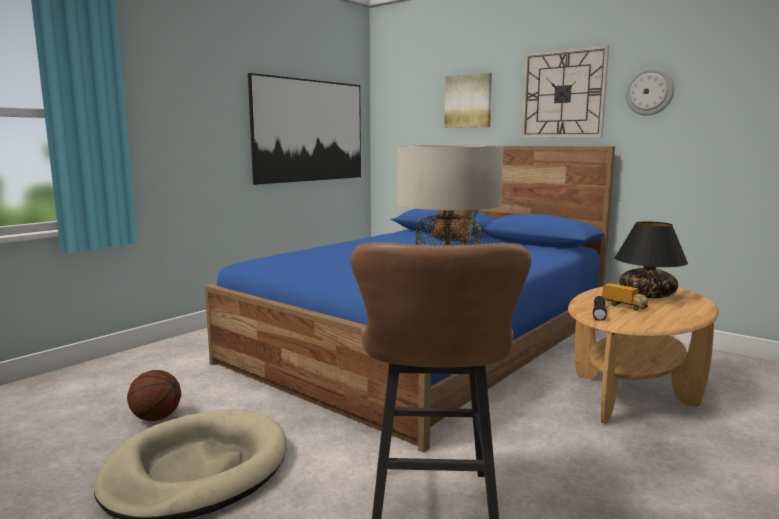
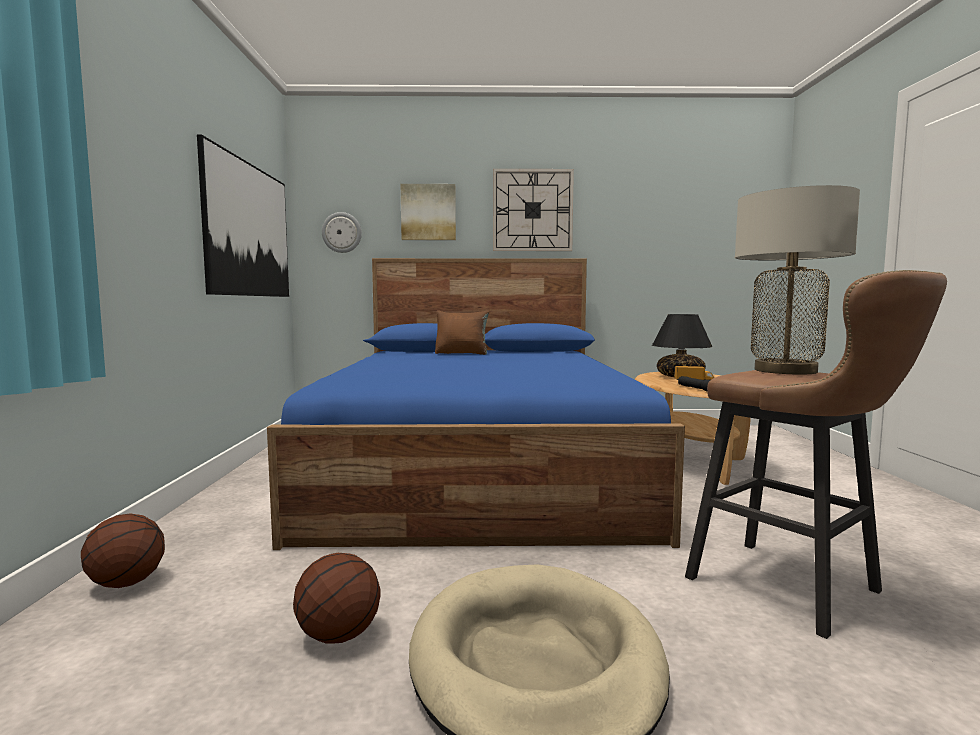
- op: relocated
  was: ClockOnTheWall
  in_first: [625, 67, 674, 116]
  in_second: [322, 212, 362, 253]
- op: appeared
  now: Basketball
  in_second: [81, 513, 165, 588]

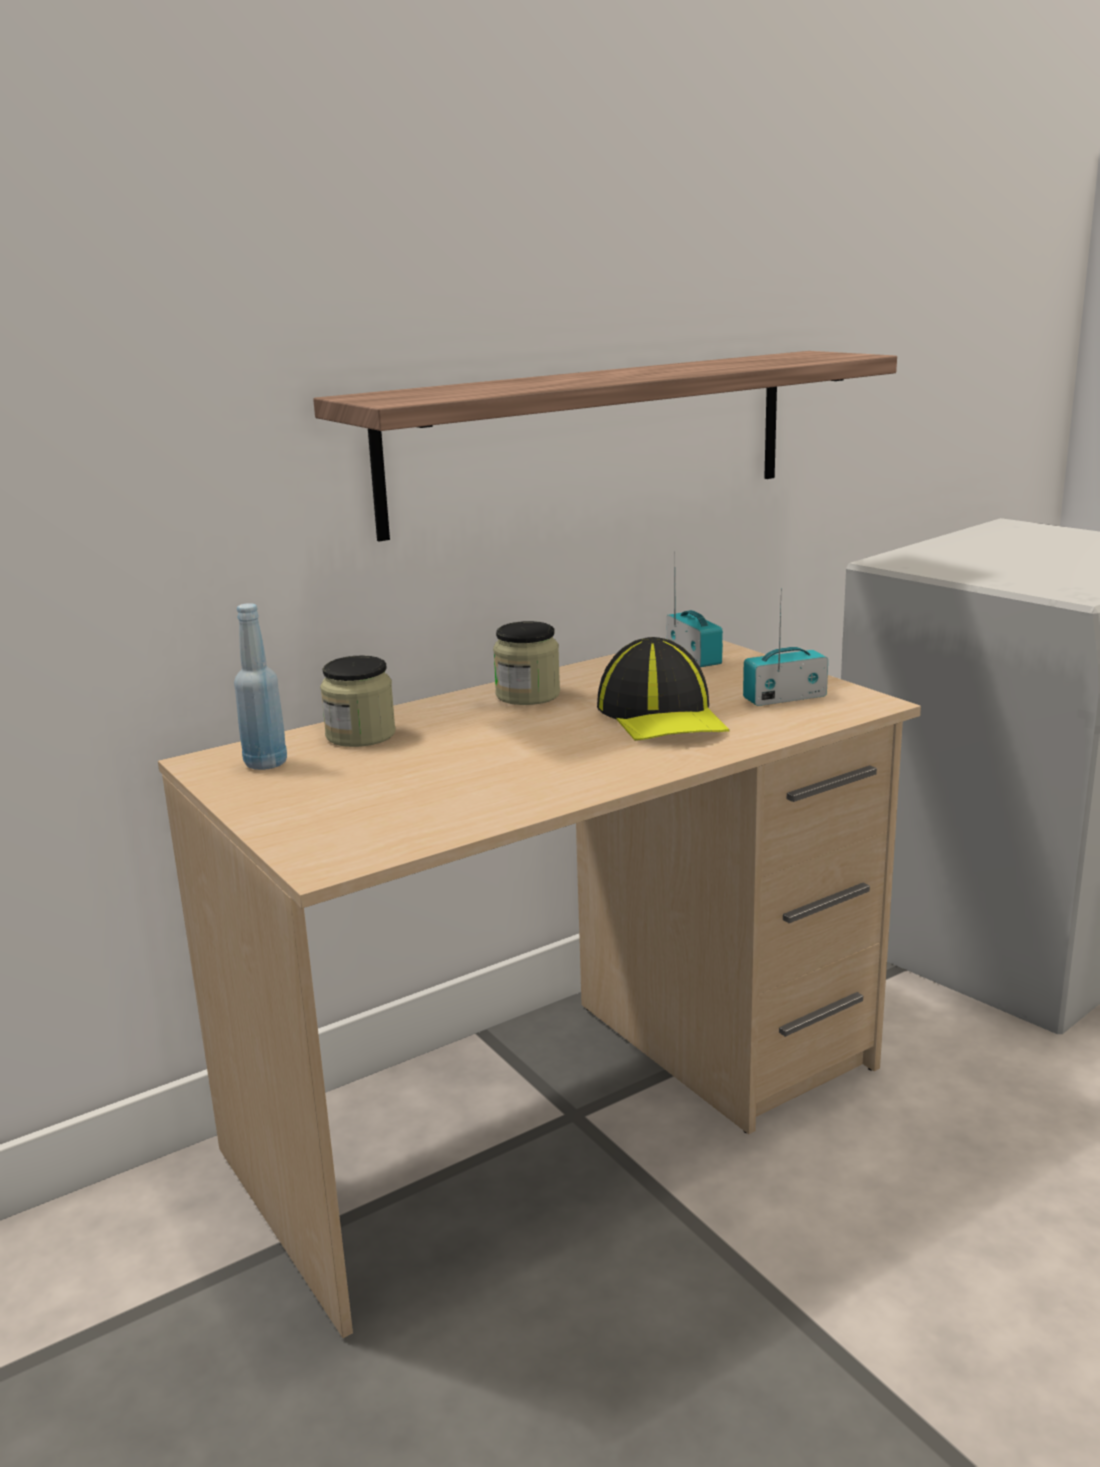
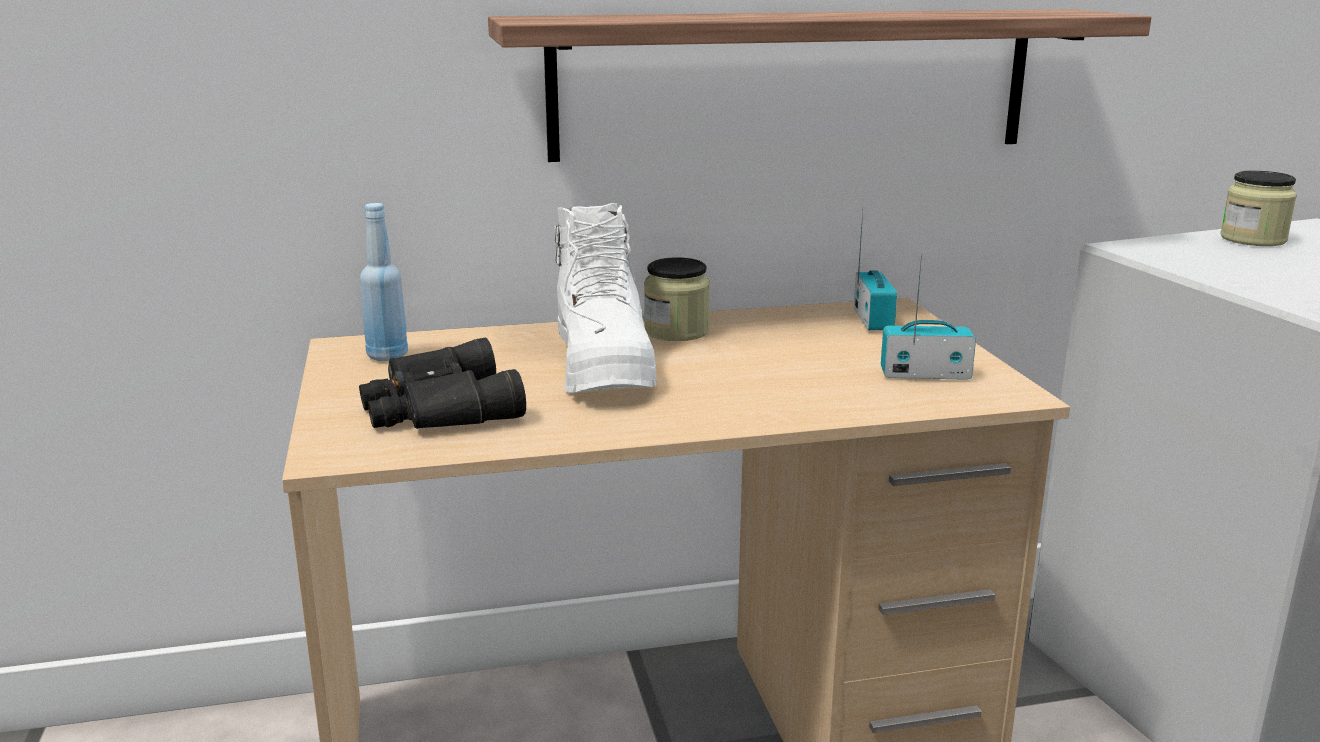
- op: relocated
  was: Jar
  in_first: [320, 655, 396, 747]
  in_second: [1220, 171, 1297, 246]
- op: missing
  was: BaseballCap
  in_first: [597, 637, 729, 741]
- op: appeared
  now: BlackColouredFieldGlasses
  in_second: [359, 337, 526, 429]
- op: appeared
  now: WhitishHighTopBoot
  in_second: [554, 203, 658, 393]

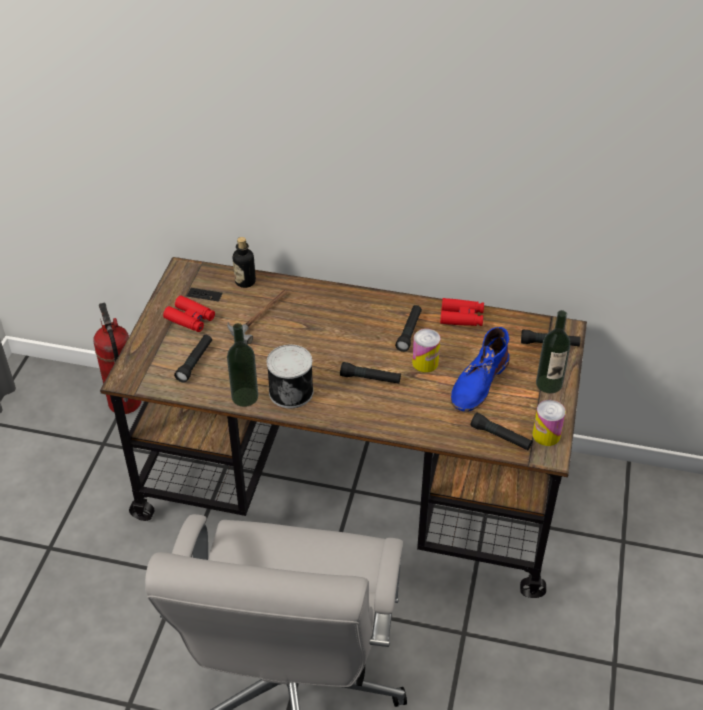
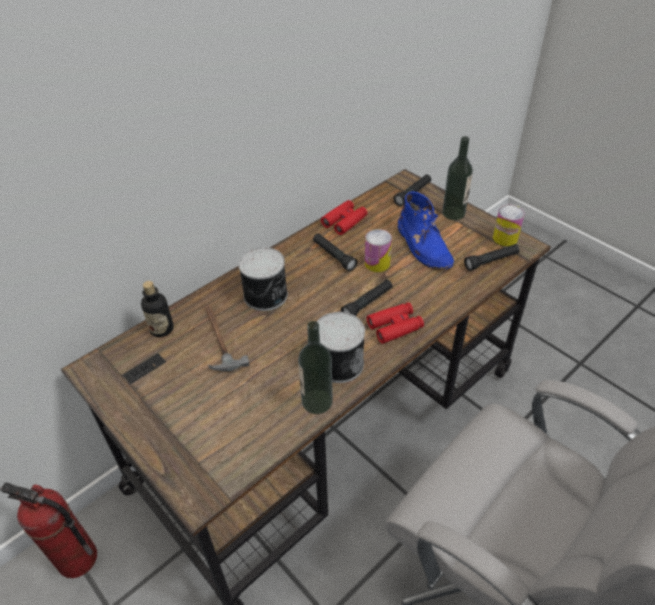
- op: relocated
  was: RedColouredFieldGlasses
  in_first: [163, 295, 215, 332]
  in_second: [367, 302, 424, 344]
- op: missing
  was: BlackColouredTorch
  in_first: [174, 335, 212, 383]
- op: appeared
  now: MetalCan
  in_second: [238, 247, 288, 311]

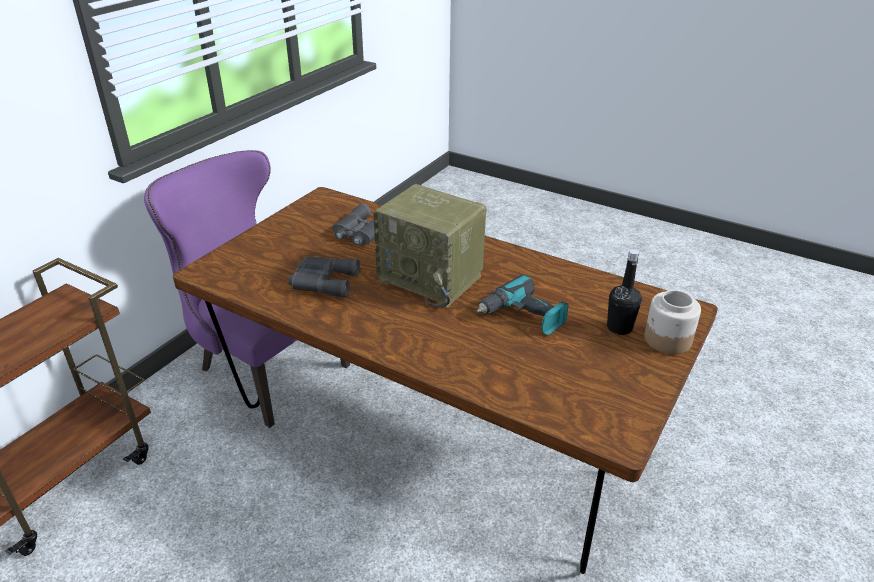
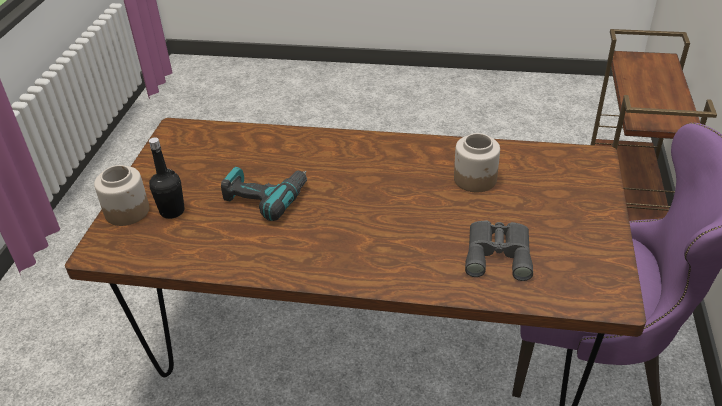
- op: exchanged
  was: GreyFieldGlasses
  now: Jar
  in_first: [289, 256, 360, 297]
  in_second: [454, 133, 500, 192]
- op: missing
  was: Radio
  in_first: [373, 184, 486, 308]

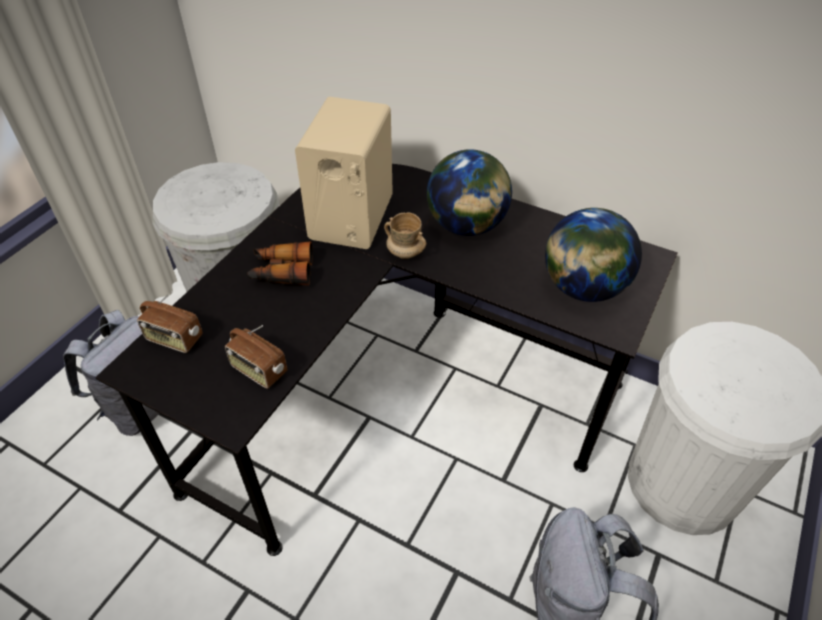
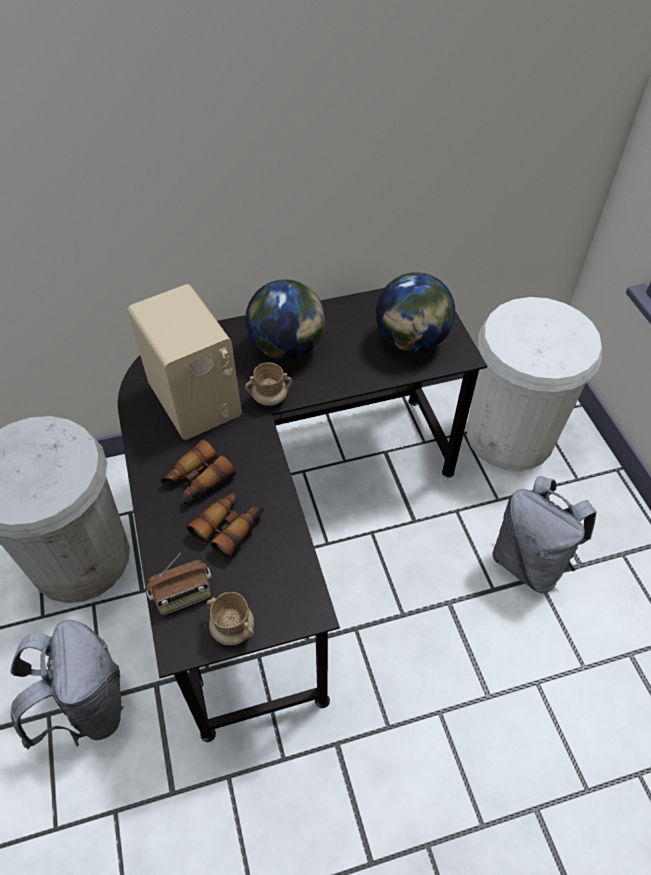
- op: missing
  was: Radio
  in_first: [225, 325, 288, 389]
- op: appeared
  now: FieldGlasses
  in_second: [186, 488, 264, 560]
- op: appeared
  now: BeigeMug
  in_second: [206, 592, 254, 645]

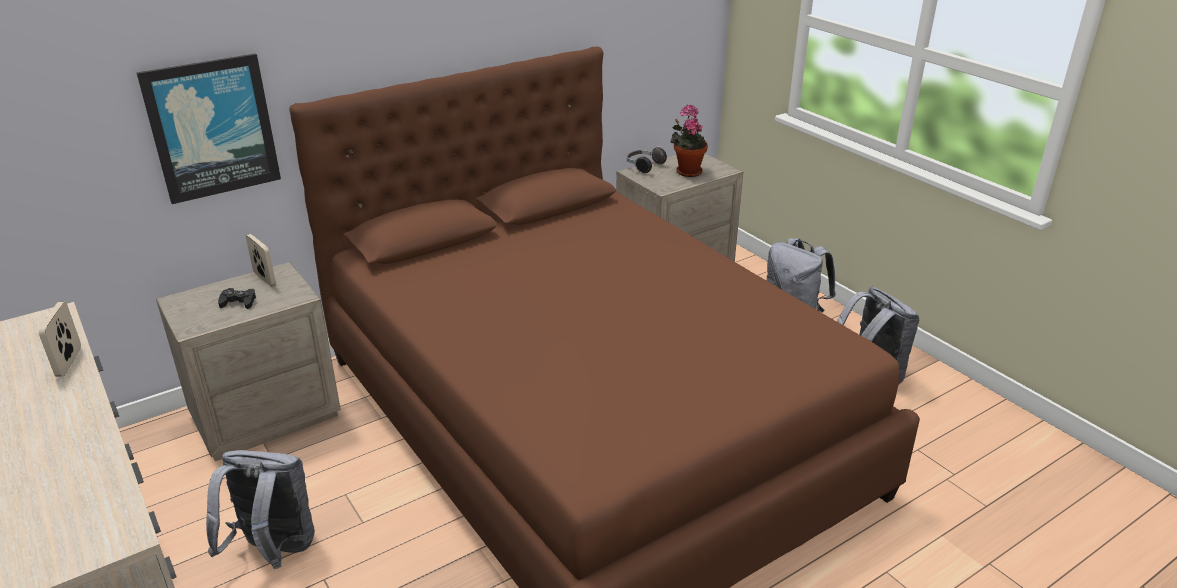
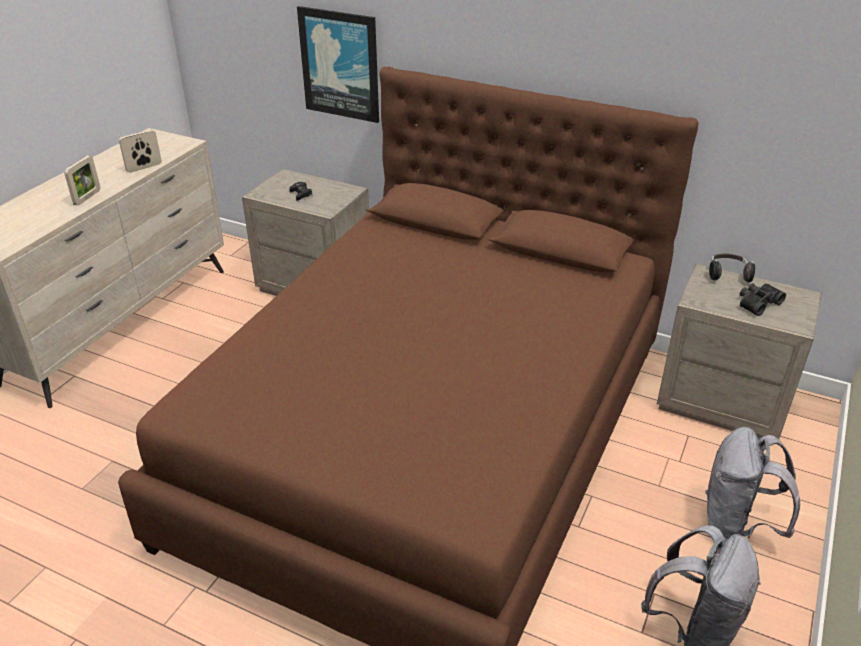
- op: missing
  was: GreyKnapsack
  in_first: [206, 450, 315, 569]
- op: relocated
  was: PictureFrame
  in_first: [246, 234, 276, 287]
  in_second: [64, 156, 100, 206]
- op: exchanged
  was: Houseplant
  now: BlackColouredFieldGlasses
  in_first: [670, 105, 708, 177]
  in_second: [740, 283, 786, 316]

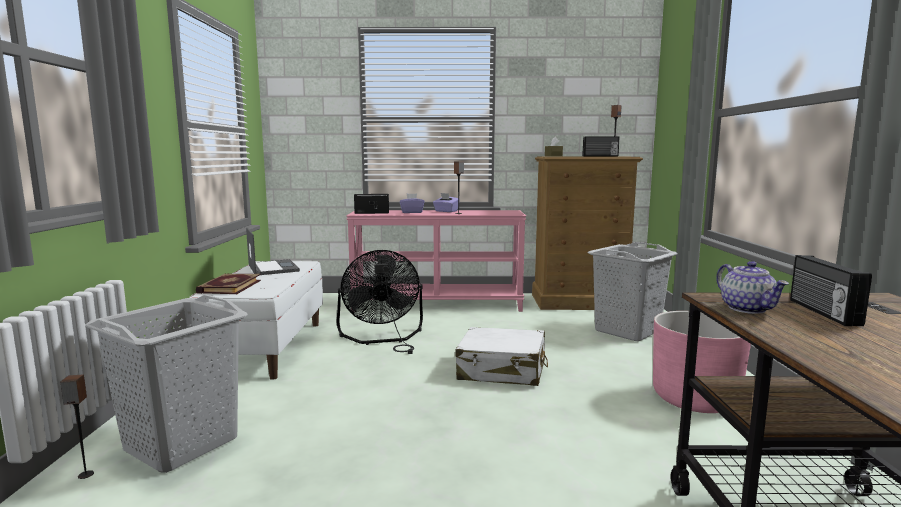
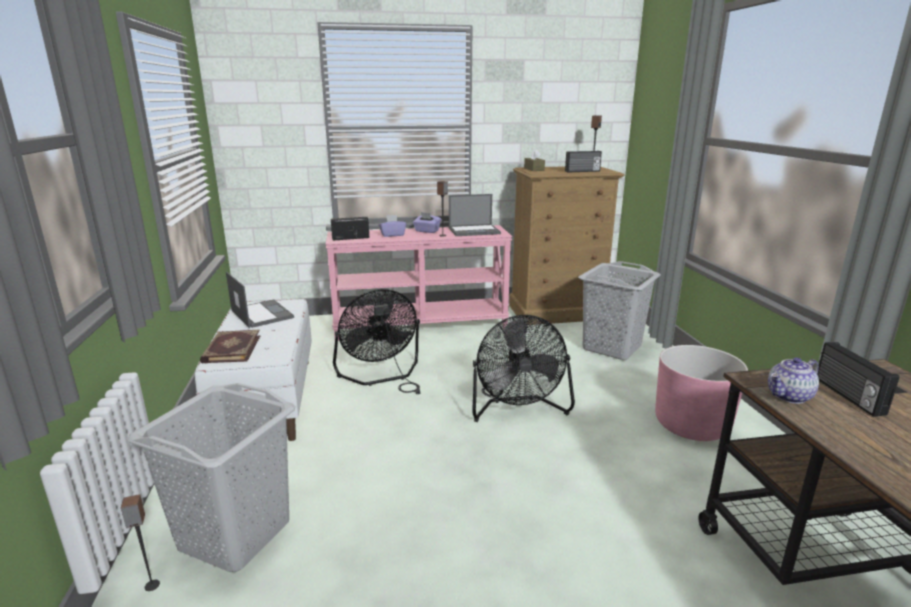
- op: exchanged
  was: WhitishSuitcase
  now: BlackColouredCoolingFan
  in_first: [455, 327, 548, 386]
  in_second: [472, 315, 575, 422]
- op: spun
  was: TeaPot
  in_first: [716, 261, 789, 314]
  in_second: [768, 357, 819, 404]
  clockwise: 90
- op: appeared
  now: NotebookComputer
  in_second: [449, 194, 501, 236]

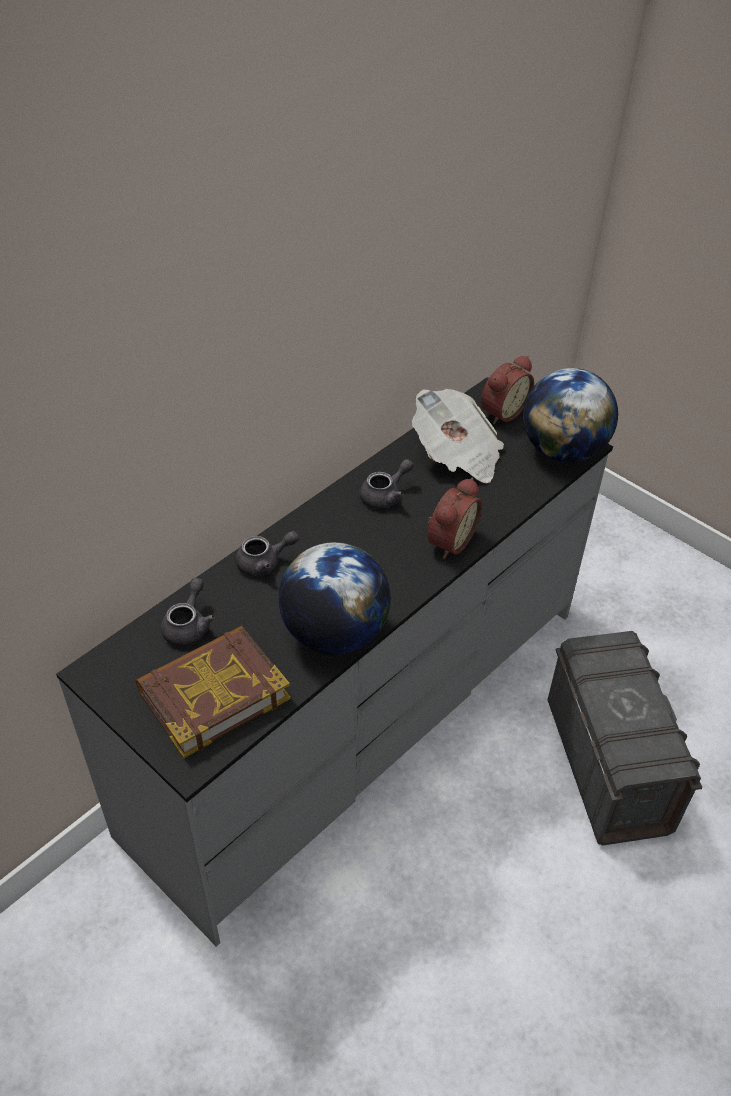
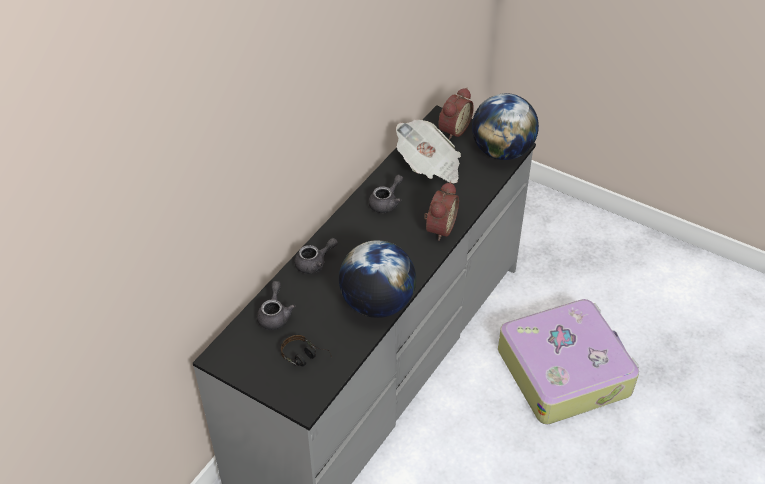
- op: exchanged
  was: BoundBook
  now: PairOfHeadphones
  in_first: [136, 626, 290, 759]
  in_second: [281, 335, 332, 366]
- op: exchanged
  was: GreyStorageContainer
  now: Suitcase
  in_first: [548, 631, 702, 846]
  in_second: [498, 299, 639, 424]

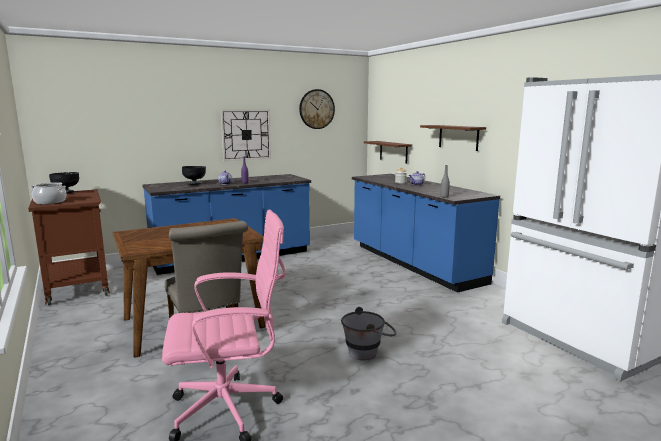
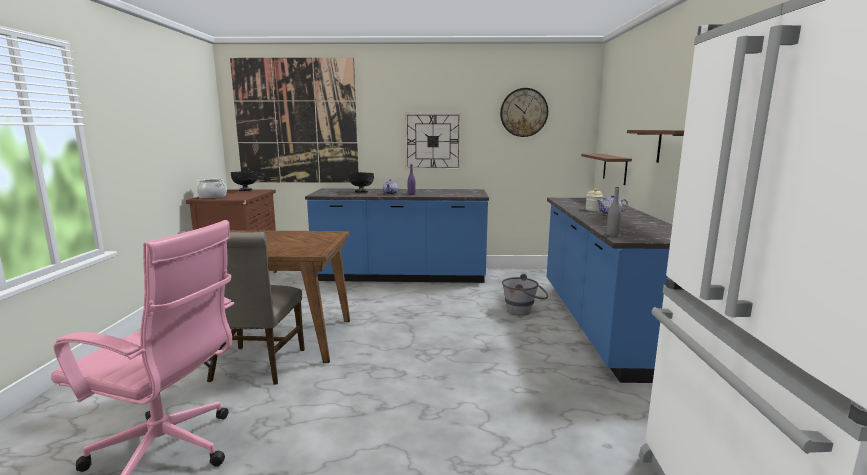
- op: relocated
  was: GreyBucket
  in_first: [341, 307, 396, 360]
  in_second: [502, 274, 548, 315]
- op: appeared
  now: Picture
  in_second: [230, 58, 358, 183]

